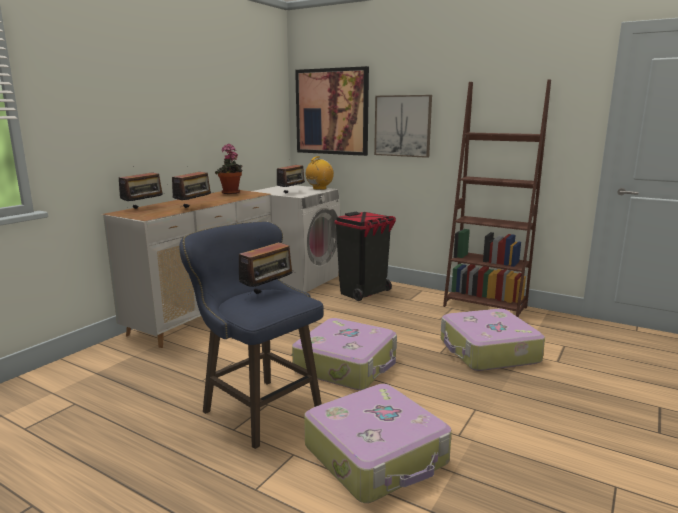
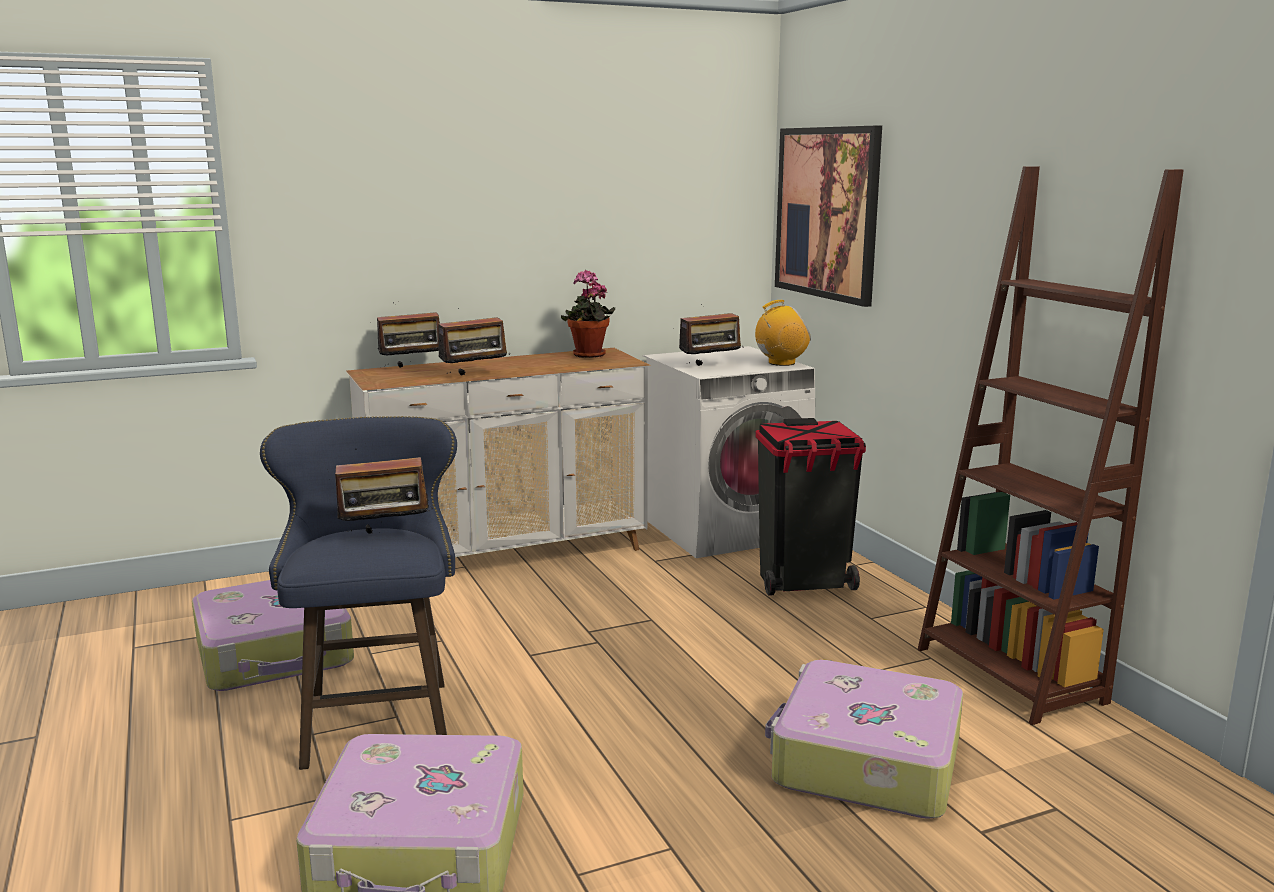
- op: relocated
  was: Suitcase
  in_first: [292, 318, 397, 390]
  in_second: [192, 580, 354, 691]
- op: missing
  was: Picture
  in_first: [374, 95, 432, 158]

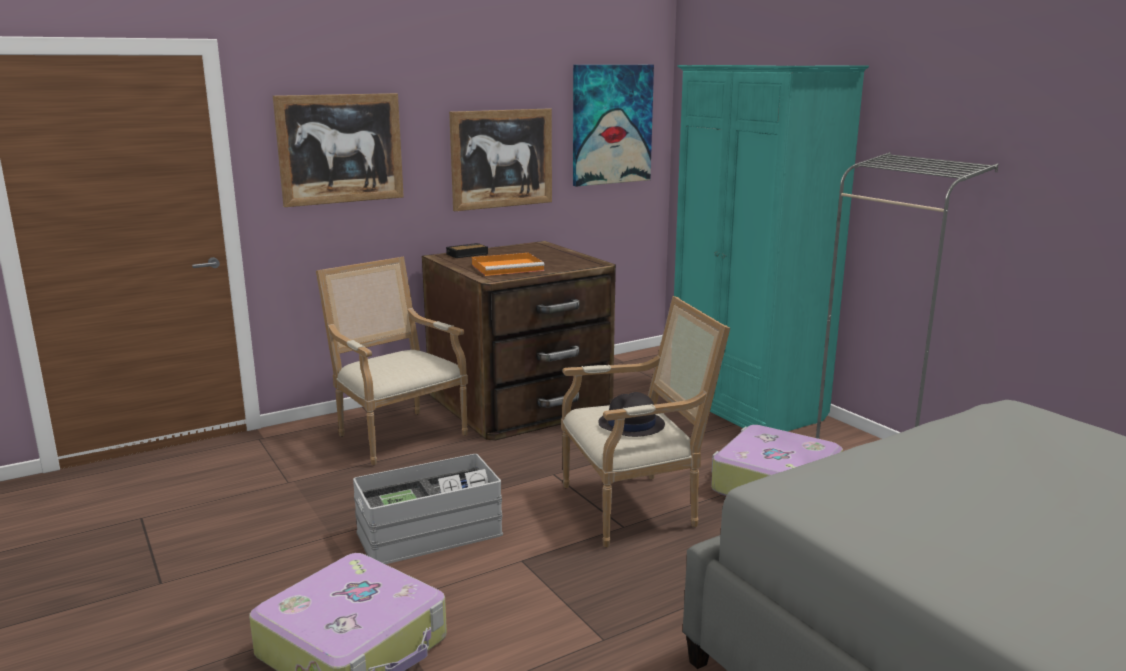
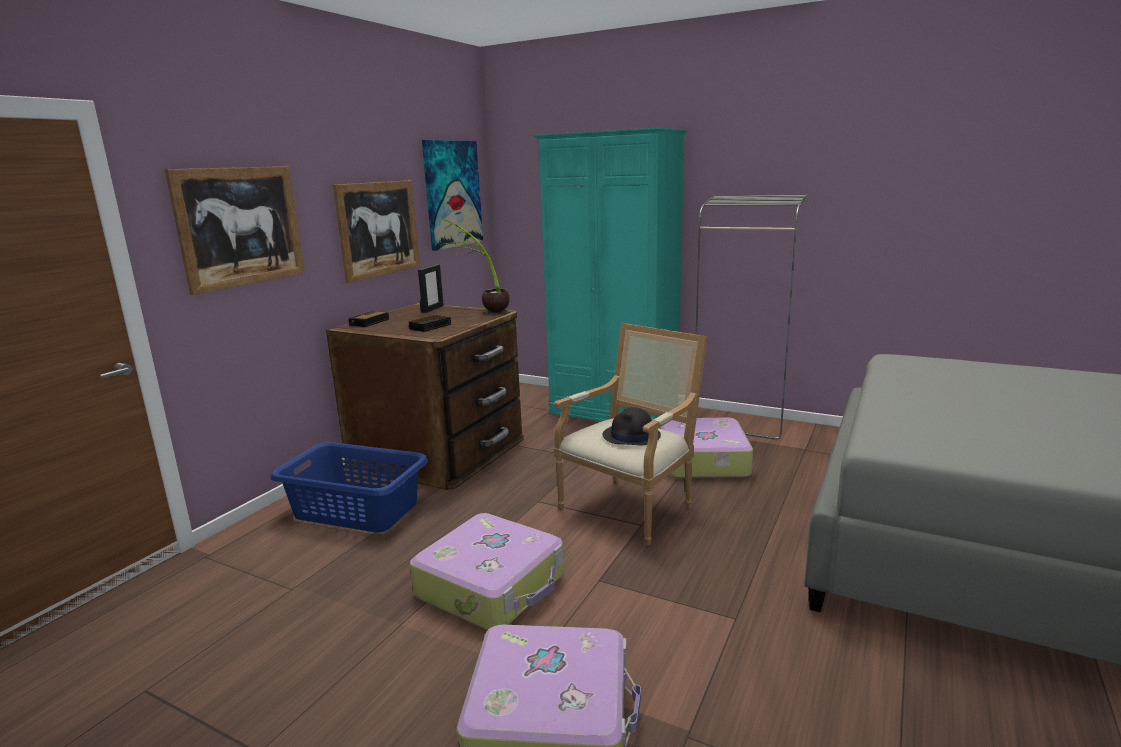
- op: exchanged
  was: EasyChair
  now: BluishHamper
  in_first: [316, 257, 468, 466]
  in_second: [270, 442, 428, 533]
- op: exchanged
  was: GreyStorageContainer
  now: Suitcase
  in_first: [353, 454, 503, 564]
  in_second: [410, 513, 564, 630]
- op: exchanged
  was: OrangeColouredCarryingTray
  now: BedsideClock
  in_first: [472, 253, 545, 276]
  in_second: [409, 315, 451, 332]
- op: appeared
  now: PictureFrame
  in_second: [418, 265, 444, 313]
- op: appeared
  now: Houseplant
  in_second: [443, 219, 510, 315]

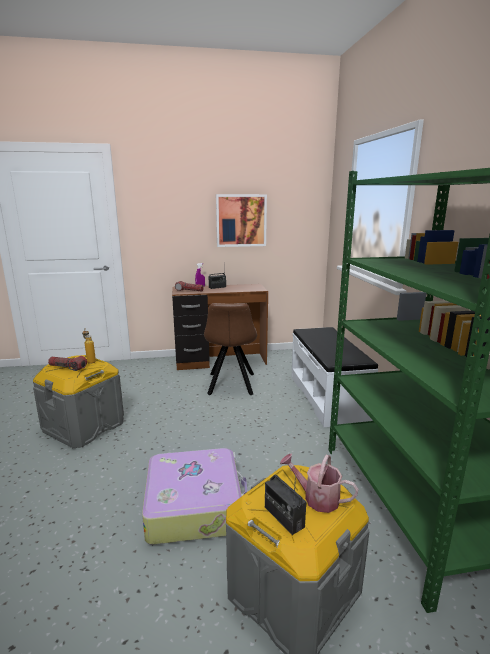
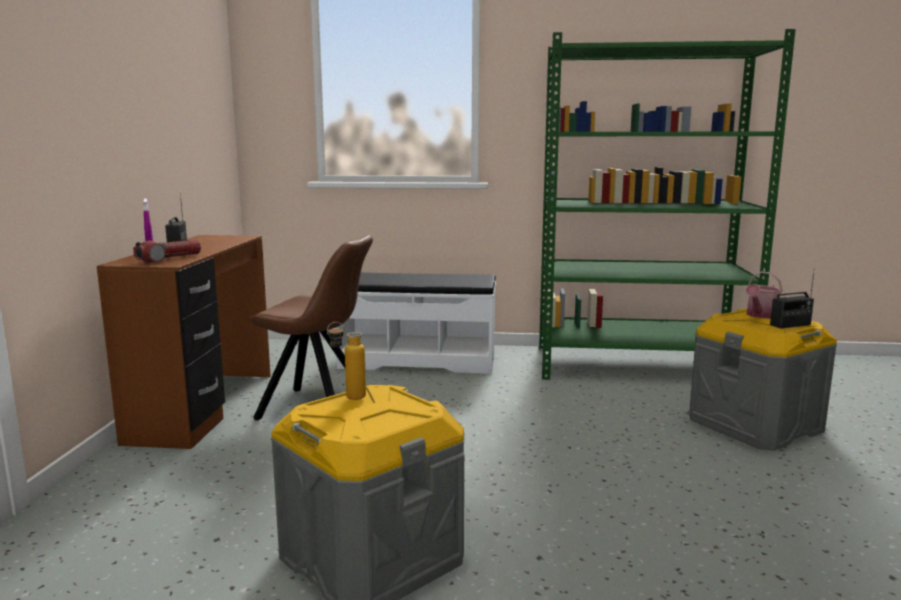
- op: missing
  was: Torch
  in_first: [48, 356, 87, 371]
- op: missing
  was: Suitcase
  in_first: [142, 448, 247, 545]
- op: missing
  was: Picture
  in_first: [216, 194, 267, 247]

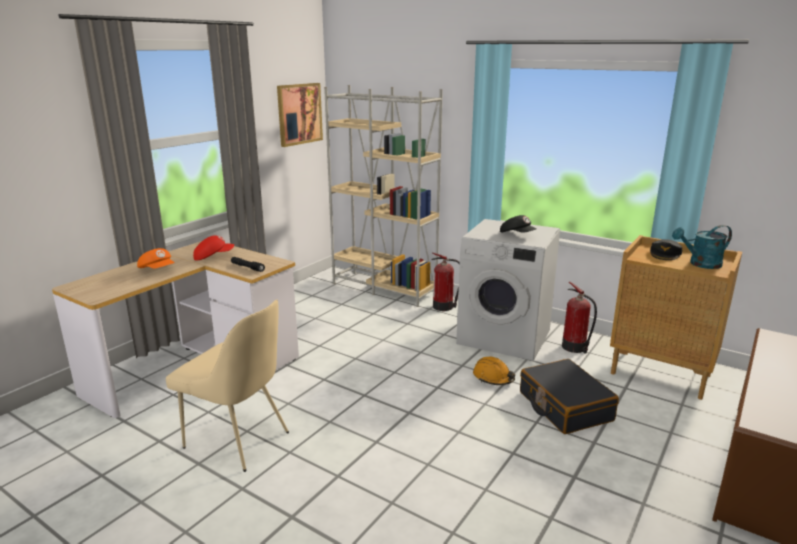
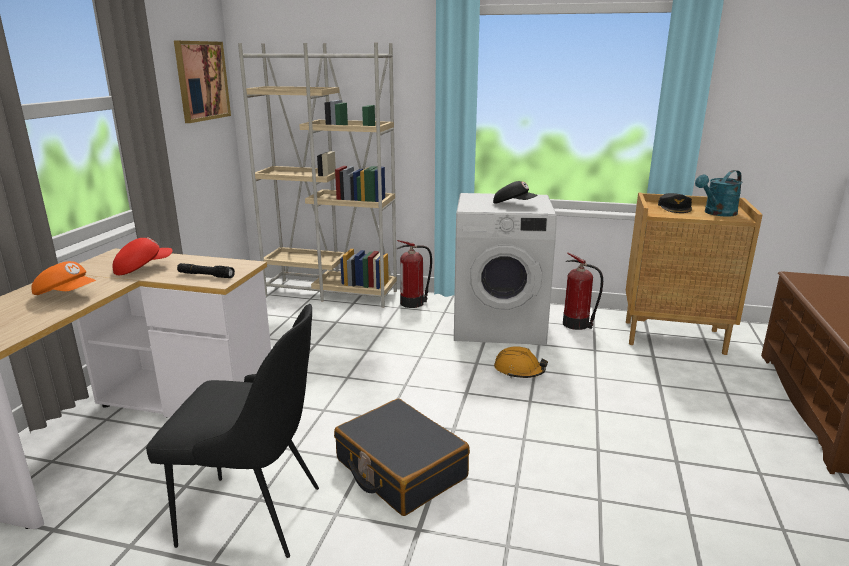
- op: colour
  was: BeigeUprightChair
  now: BlackColouredUprightChair
  in_first: [166, 300, 289, 472]
  in_second: [146, 304, 319, 558]
- op: relocated
  was: BlackColouredSuitcase
  in_first: [520, 359, 619, 434]
  in_second: [334, 399, 470, 516]

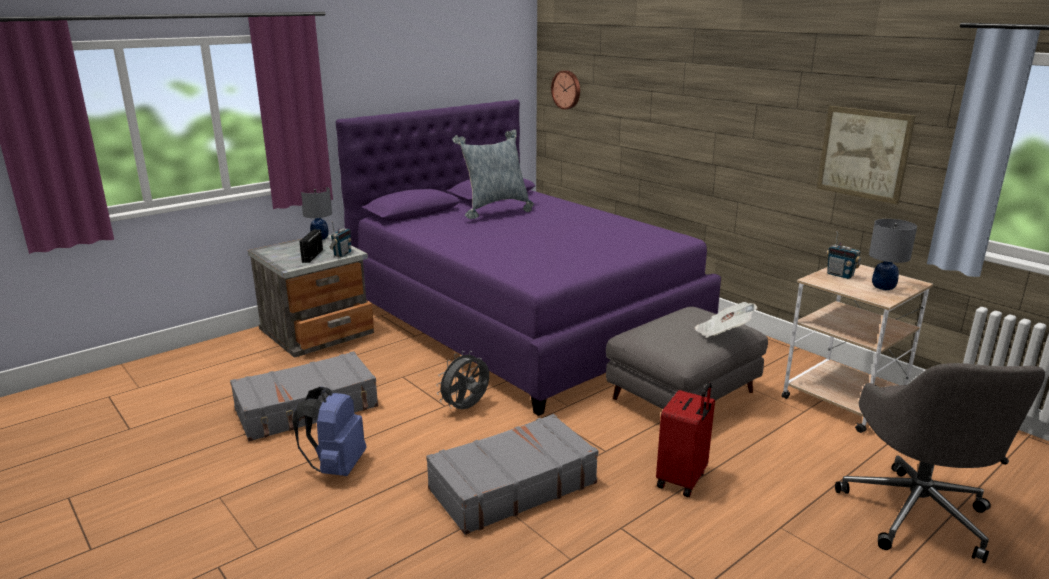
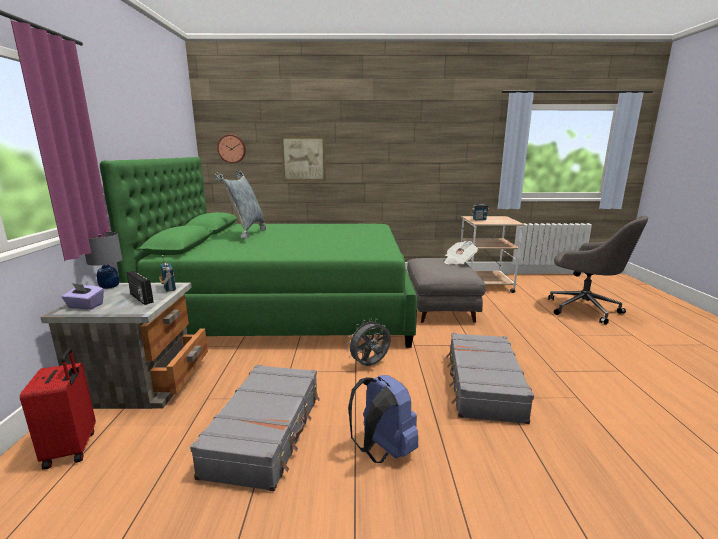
- op: colour
  was: PurpleSleepingBed
  now: GreenishSleepingBed
  in_first: [336, 99, 721, 416]
  in_second: [100, 157, 417, 348]
- op: spun
  was: GreyCoolingFan
  in_first: [436, 351, 489, 409]
  in_second: [346, 318, 390, 366]
  clockwise: 60
- op: relocated
  was: RedColouredSuitcase
  in_first: [656, 383, 715, 497]
  in_second: [20, 348, 96, 470]
- op: relocated
  was: Picture
  in_first: [816, 106, 916, 204]
  in_second: [280, 136, 326, 182]
- op: missing
  was: GreyTableLamp
  in_first: [869, 219, 917, 290]
- op: appeared
  now: PurpleTissueHolder
  in_second: [61, 283, 104, 310]

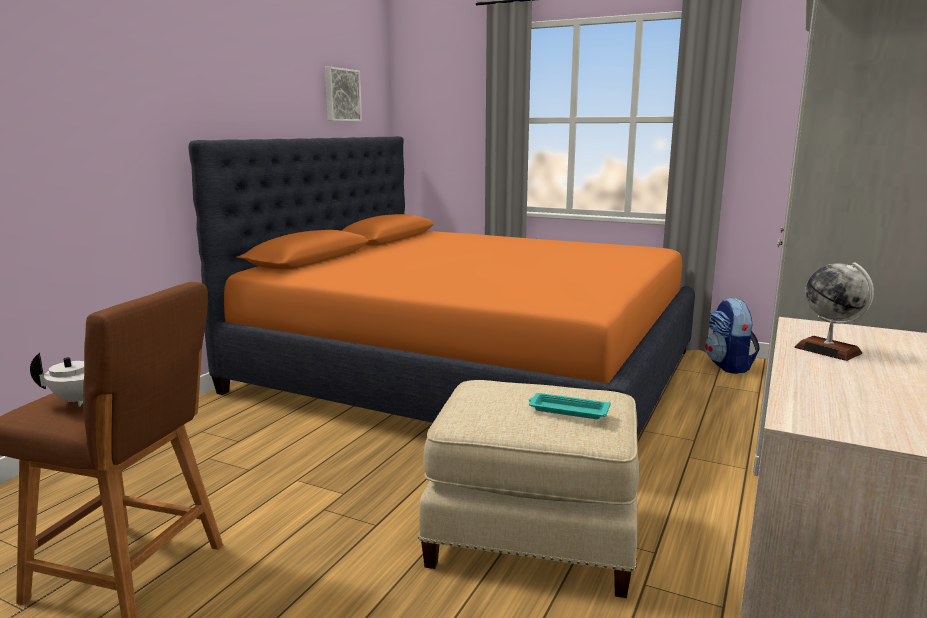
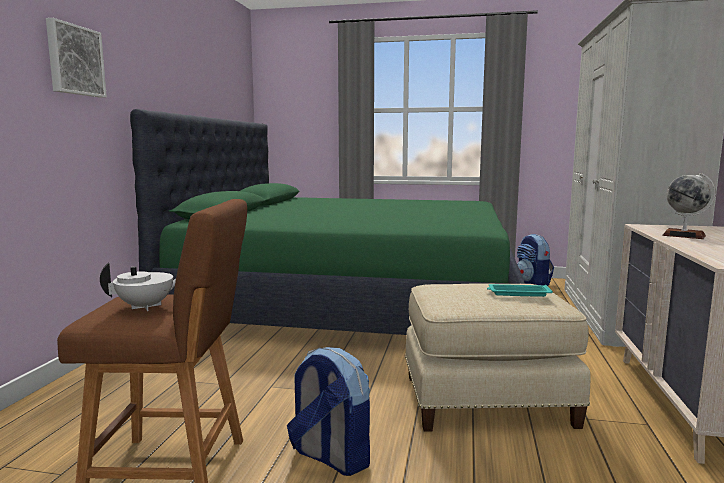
- op: colour
  was: OrangeColouredSleepingBed
  now: GreenishSleepingBed
  in_first: [188, 136, 695, 438]
  in_second: [130, 109, 525, 335]
- op: relocated
  was: Picture
  in_first: [325, 67, 362, 121]
  in_second: [46, 18, 107, 98]
- op: appeared
  now: Knapsack
  in_second: [287, 347, 370, 476]

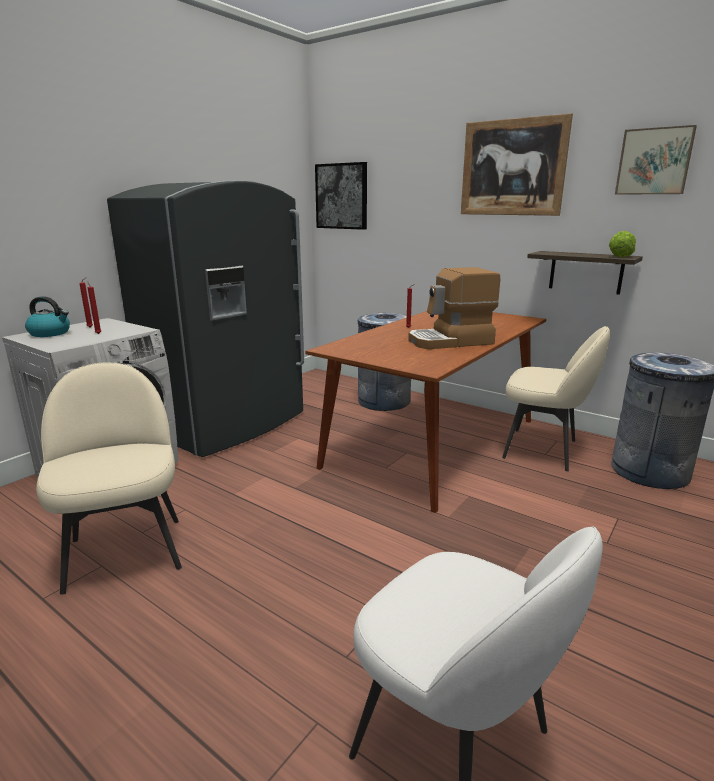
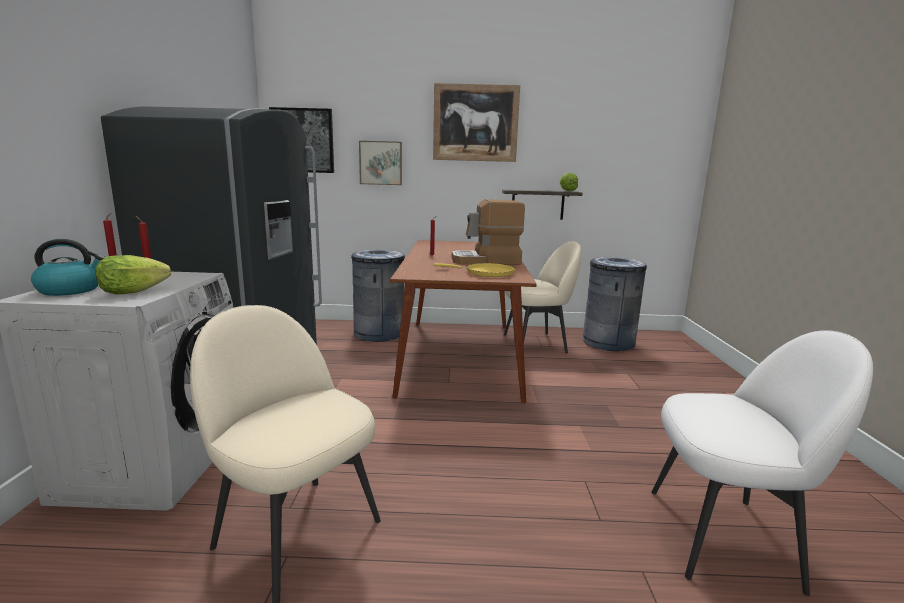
- op: spun
  was: CoffeeBrewer
  in_first: [408, 267, 500, 349]
  in_second: [452, 199, 525, 265]
  clockwise: 45
- op: relocated
  was: Picture
  in_first: [615, 125, 697, 195]
  in_second: [359, 141, 402, 185]
- op: appeared
  now: HeadOfLettuce
  in_second: [95, 255, 171, 295]
- op: appeared
  now: YellowishSkillet
  in_second: [434, 263, 515, 277]

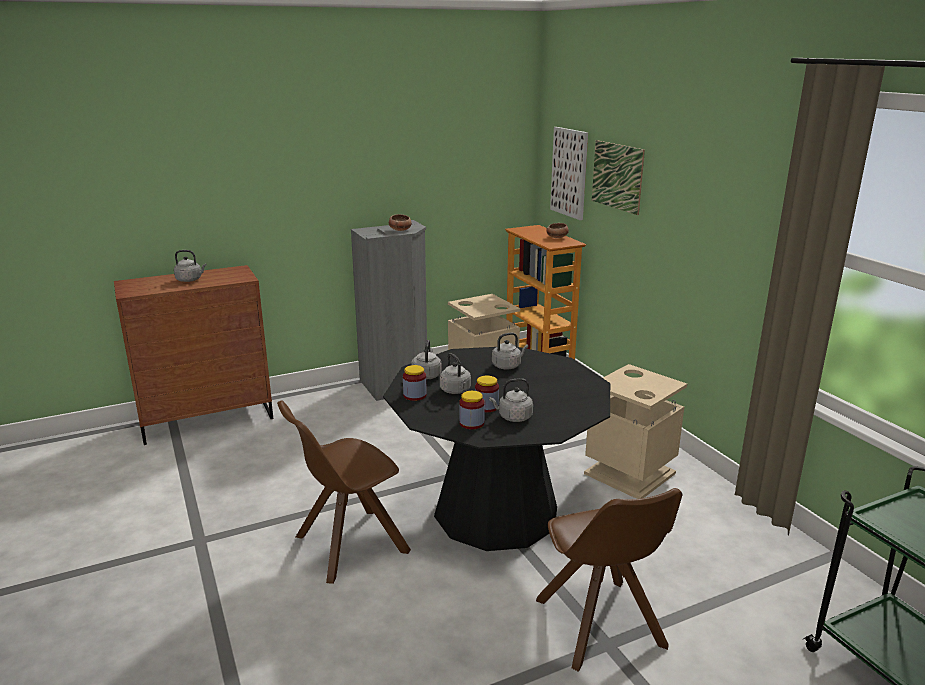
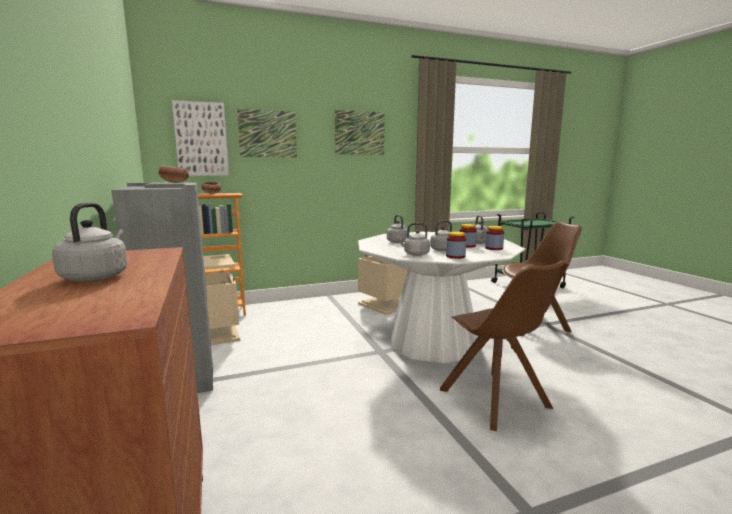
- op: colour
  was: BlackColouredKitchenTable
  now: WhitishKitchenTable
  in_first: [383, 347, 610, 551]
  in_second: [358, 232, 525, 363]
- op: appeared
  now: Picture
  in_second: [335, 110, 385, 155]

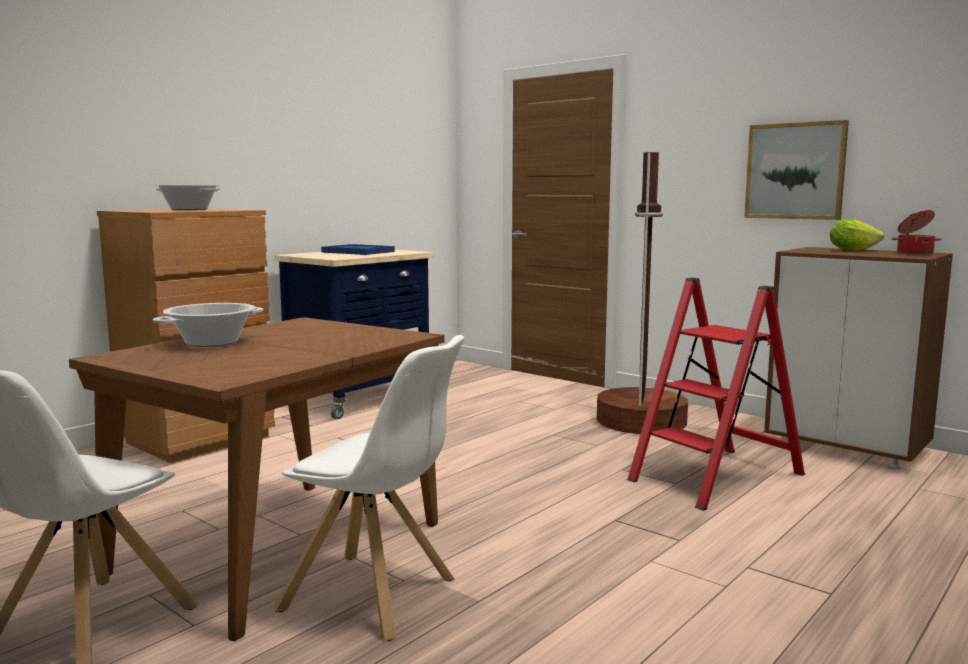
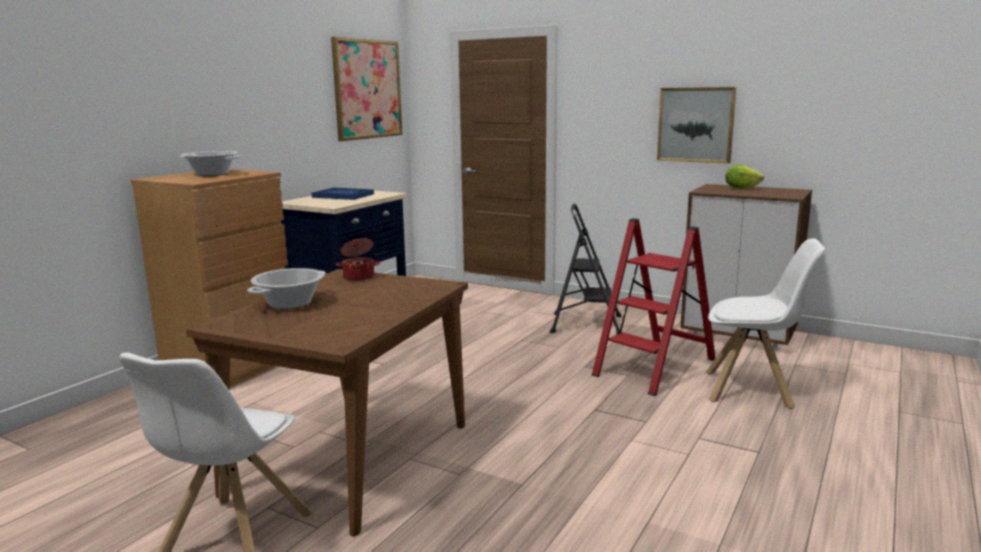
- op: relocated
  was: WhitishUprightChair
  in_first: [274, 335, 464, 641]
  in_second: [705, 238, 825, 409]
- op: exchanged
  was: BrownColouredStandardLamp
  now: BlackColouredStepladder
  in_first: [597, 152, 688, 434]
  in_second: [549, 203, 622, 335]
- op: relocated
  was: CookingPot
  in_first: [891, 210, 941, 255]
  in_second: [336, 238, 380, 281]
- op: appeared
  now: Picture
  in_second: [331, 37, 403, 141]

